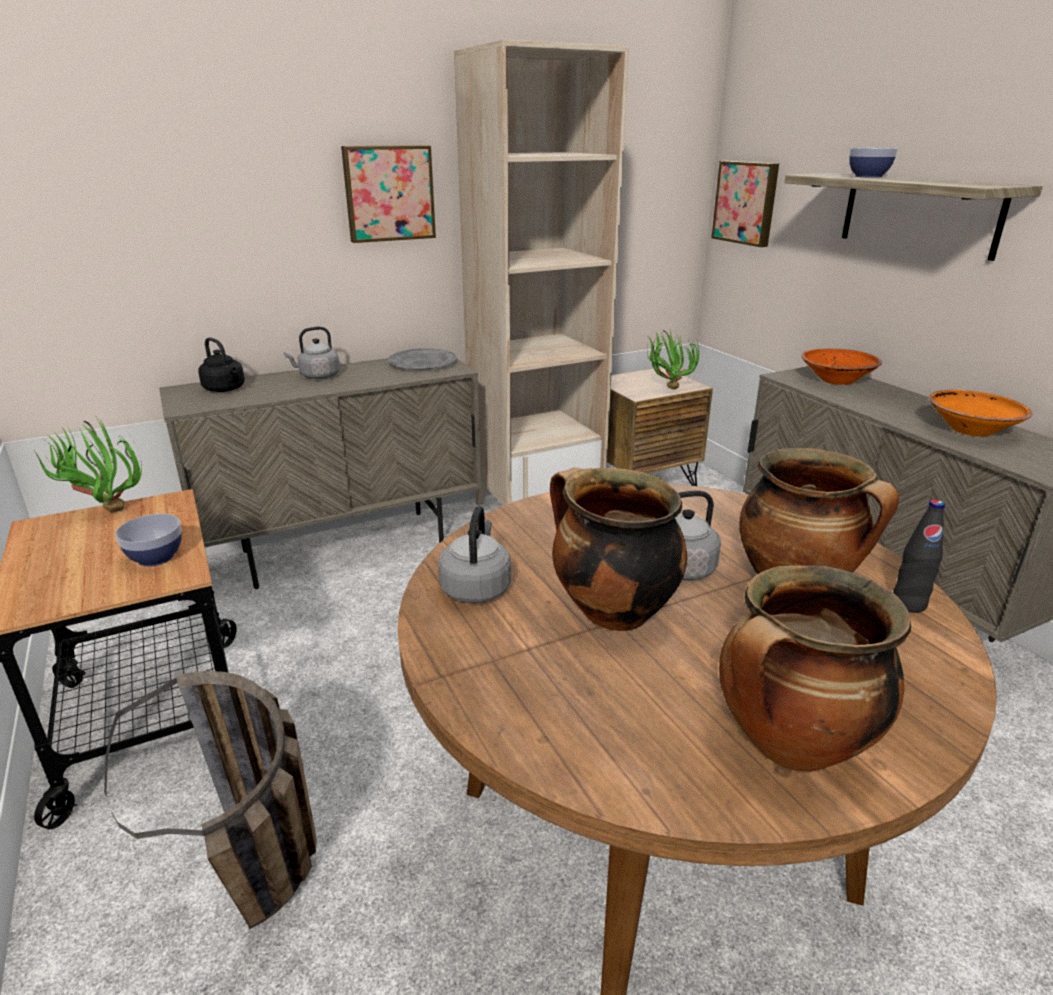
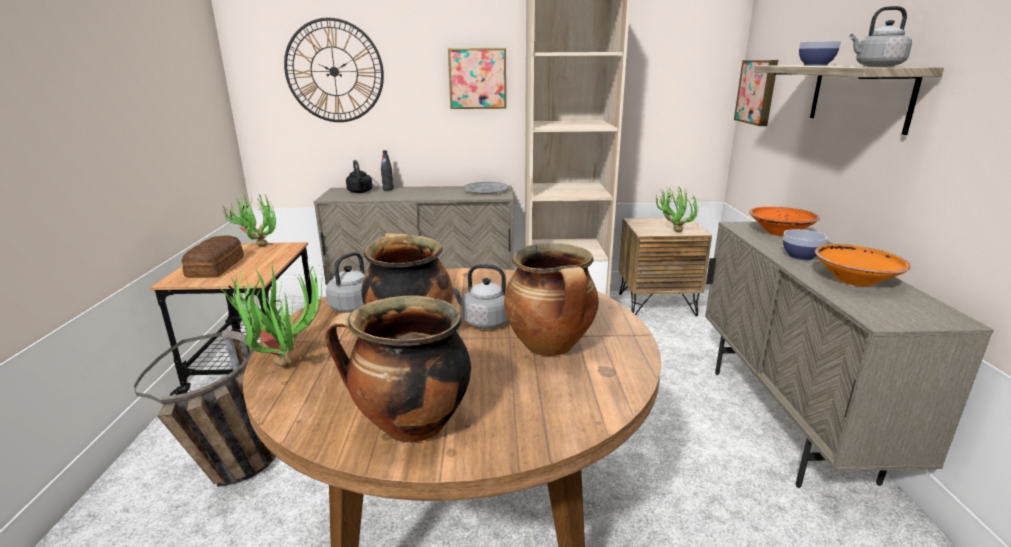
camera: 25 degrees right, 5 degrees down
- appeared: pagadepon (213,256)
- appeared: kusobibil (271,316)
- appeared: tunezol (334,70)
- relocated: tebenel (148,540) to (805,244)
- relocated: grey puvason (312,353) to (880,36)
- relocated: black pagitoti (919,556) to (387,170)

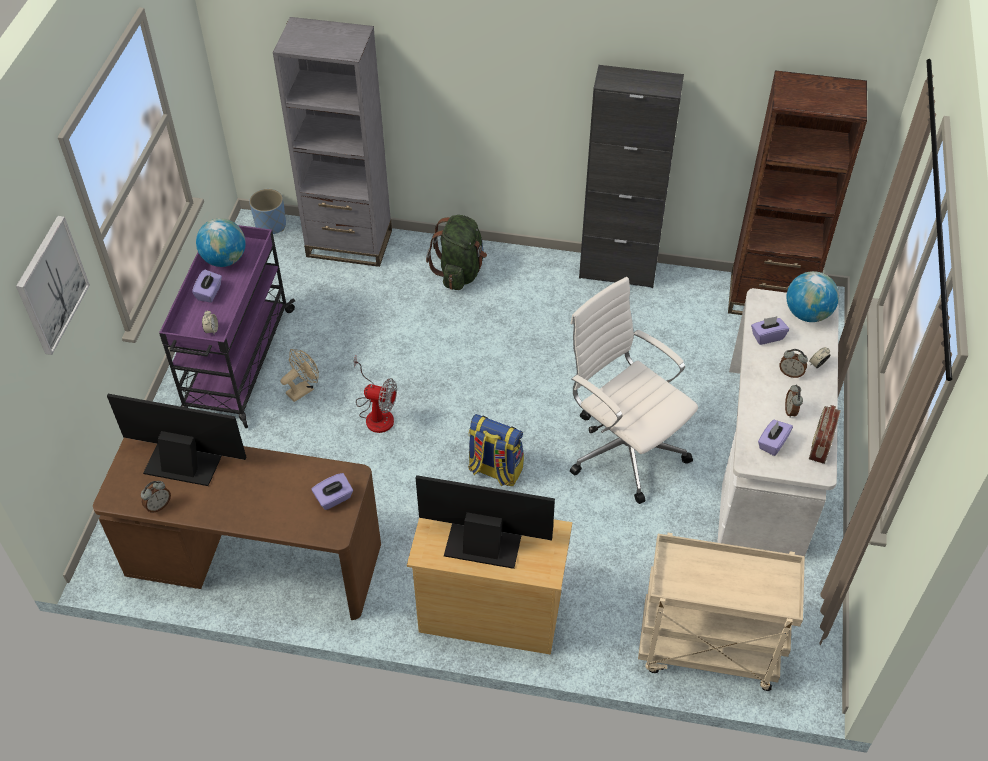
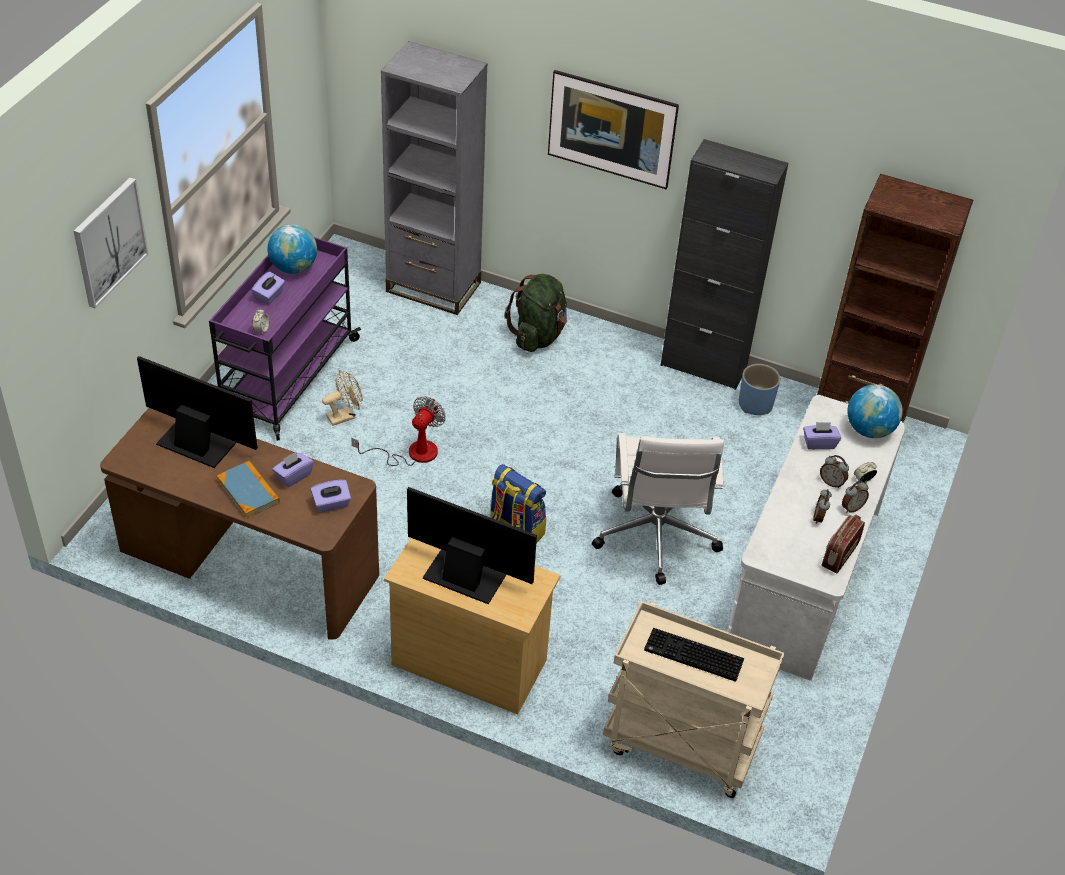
camera: 10 degrees right, 5 degrees down
- appeared: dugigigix (248,490)
- appeared: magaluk (613,129)
- appeared: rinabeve (694,655)
- relocated: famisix (156,497) to (855,496)
- relocated: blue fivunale (267,211) to (759,389)
- relocated: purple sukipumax (775,438) to (292,469)
- spun: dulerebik (375,394) = (398,431) 90 degrees counterclockwise
- spun: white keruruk (634,390) = (658,509) 150 degrees counterclockwise

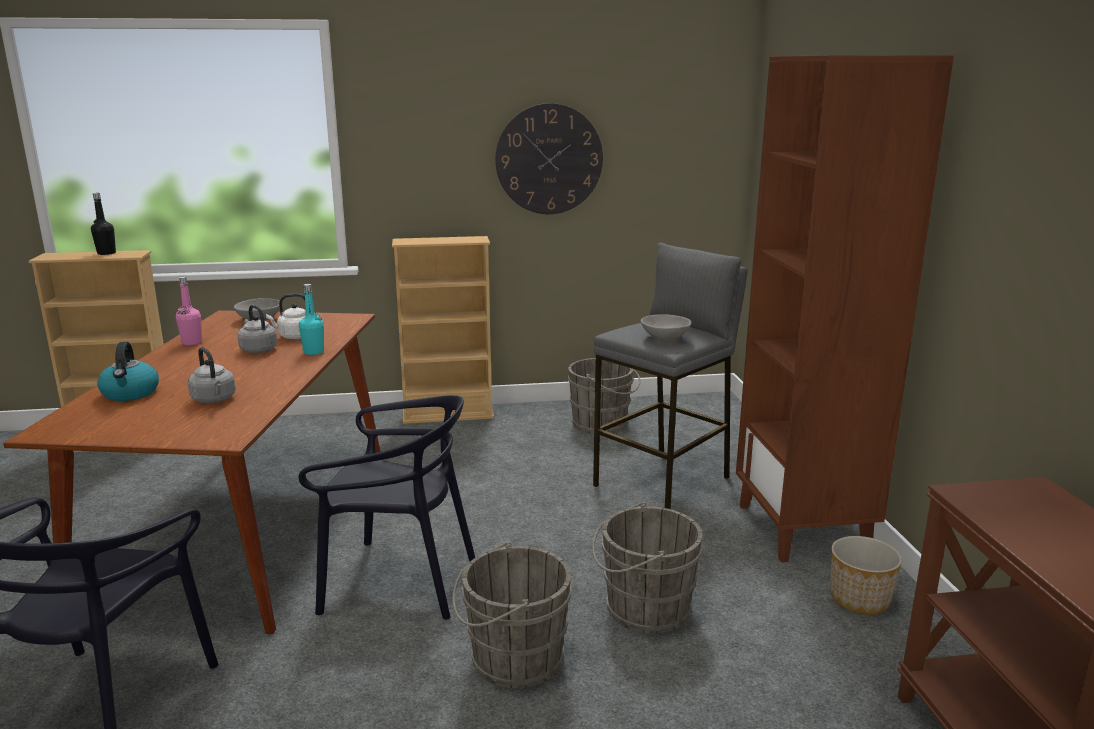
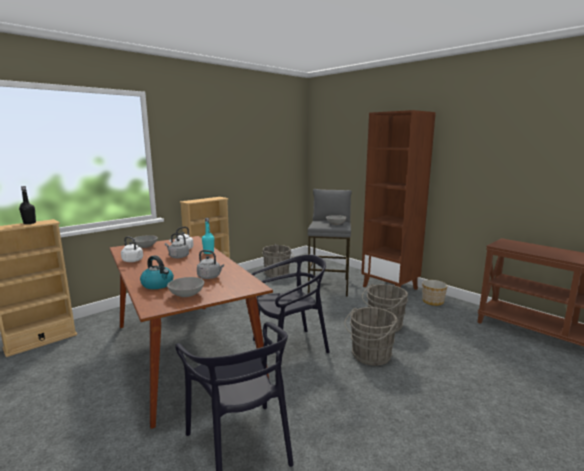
camera: 35 degrees left, 5 degrees down
- missing: tunezol (549,158)
- appeared: grey tebenel (185,287)
- exchanged: pink pagitoti (189,310) to white puvason (132,249)

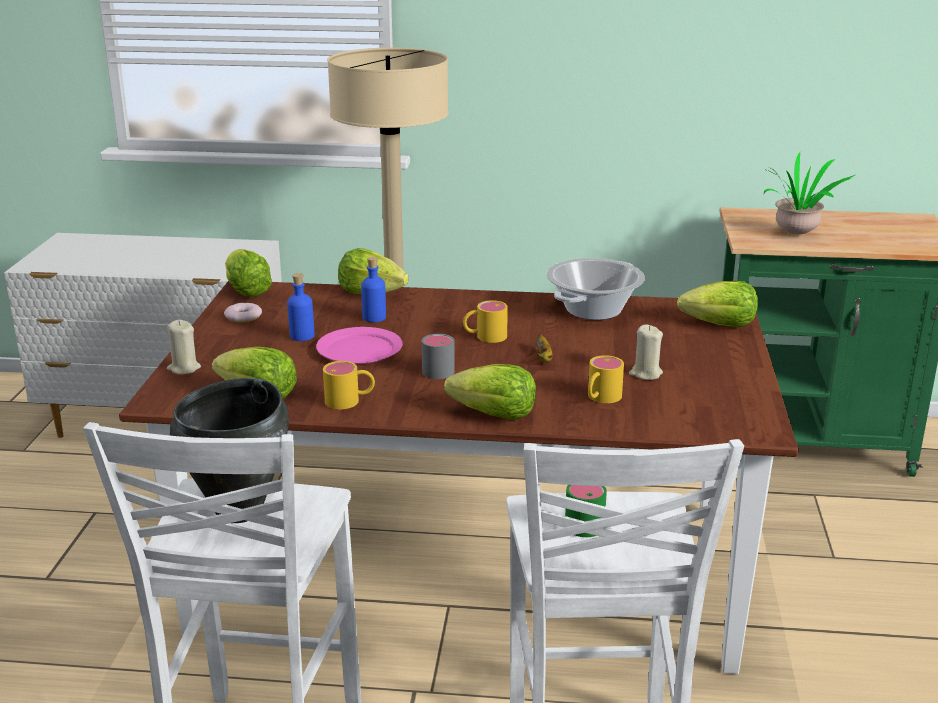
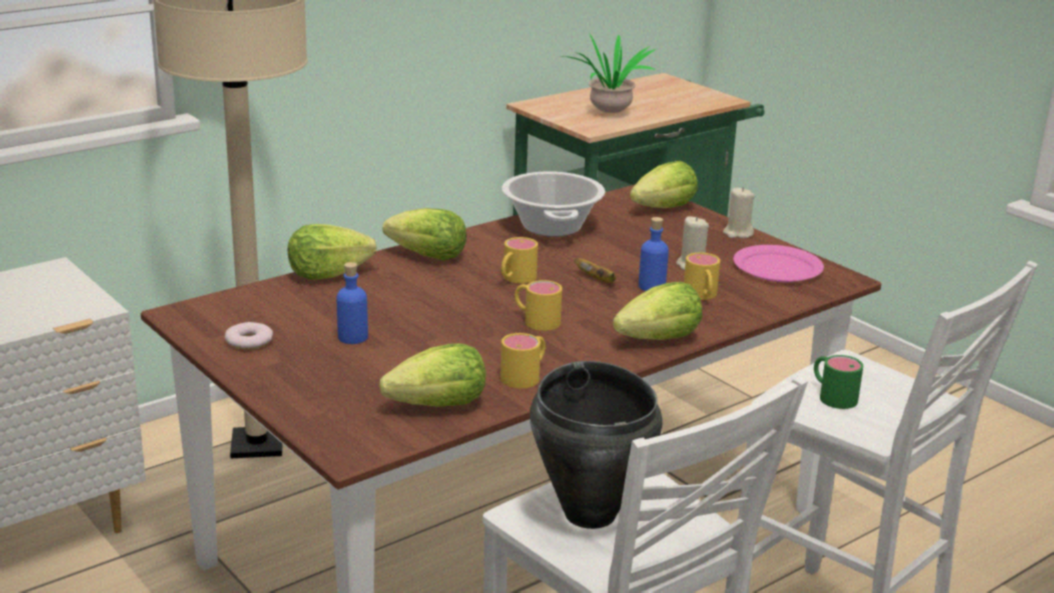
camera: 45 degrees left, 0 degrees up
- relocated: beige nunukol (184,347) to (738,212)
- relocated: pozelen (248,273) to (425,234)
- relocated: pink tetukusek (359,345) to (778,263)
- relocated: blue pagitoti (373,289) to (654,254)
- colour: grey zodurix (438,356) to yellow zodurix (538,305)

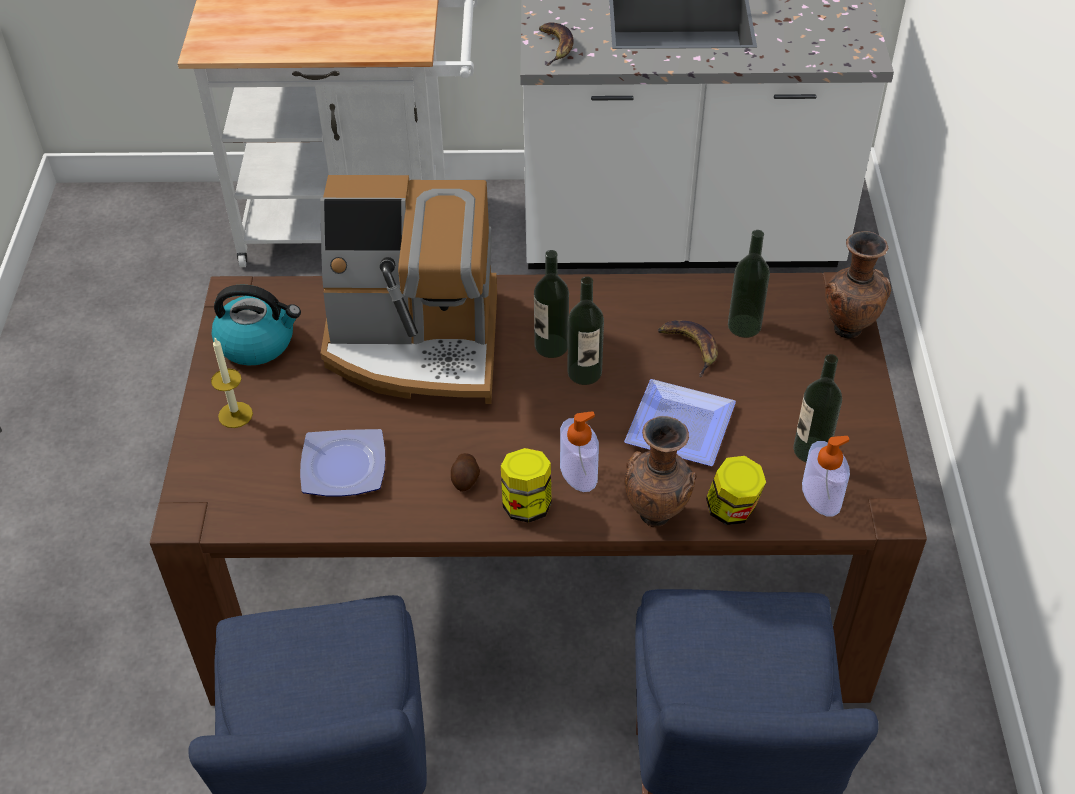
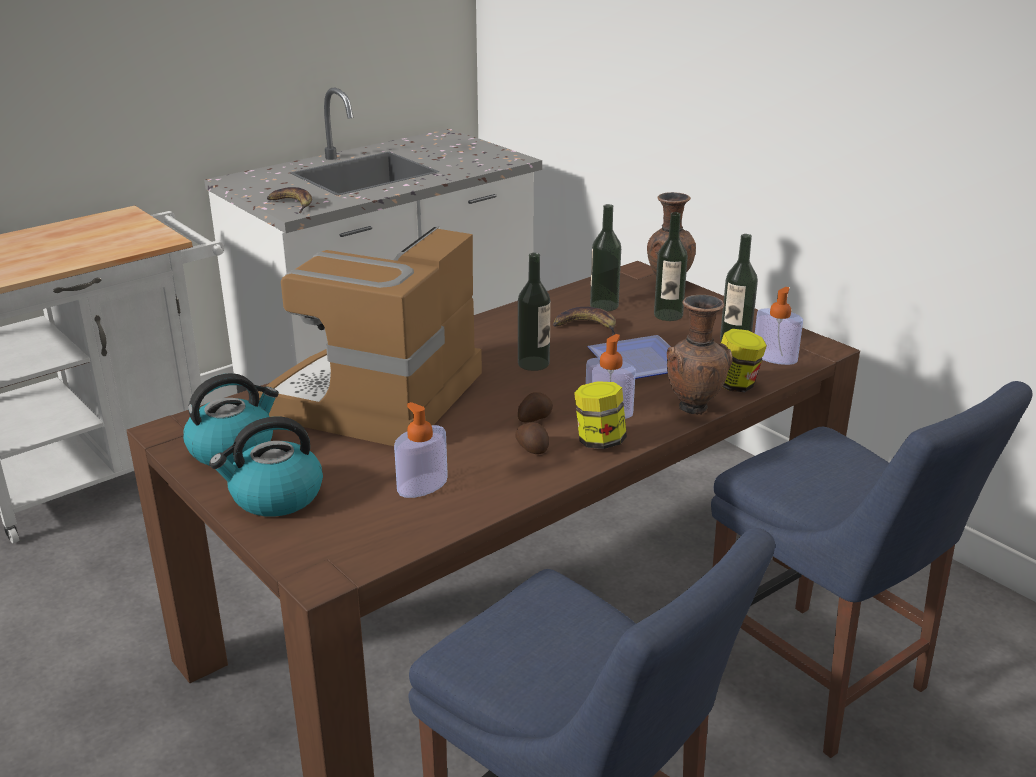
camera: 40 degrees left, 20 degrees down
- appeared: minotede (535,407)
- relocated: pagitoti (551,304) to (671,266)
- exchanged: nunukol (232,383) to puvason (266,466)
- exchanged: tetukusek (342,462) to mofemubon (421,450)
- spun: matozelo (408,289) = (370,336) 150 degrees clockwise

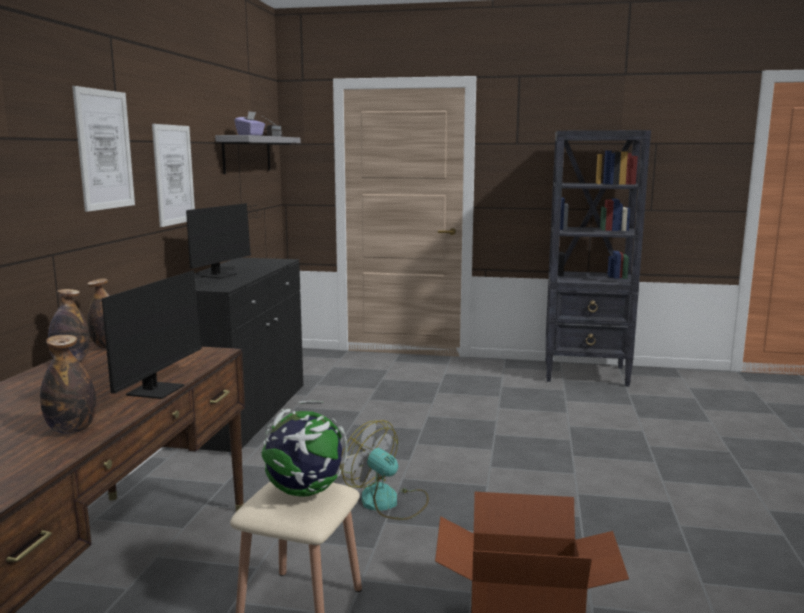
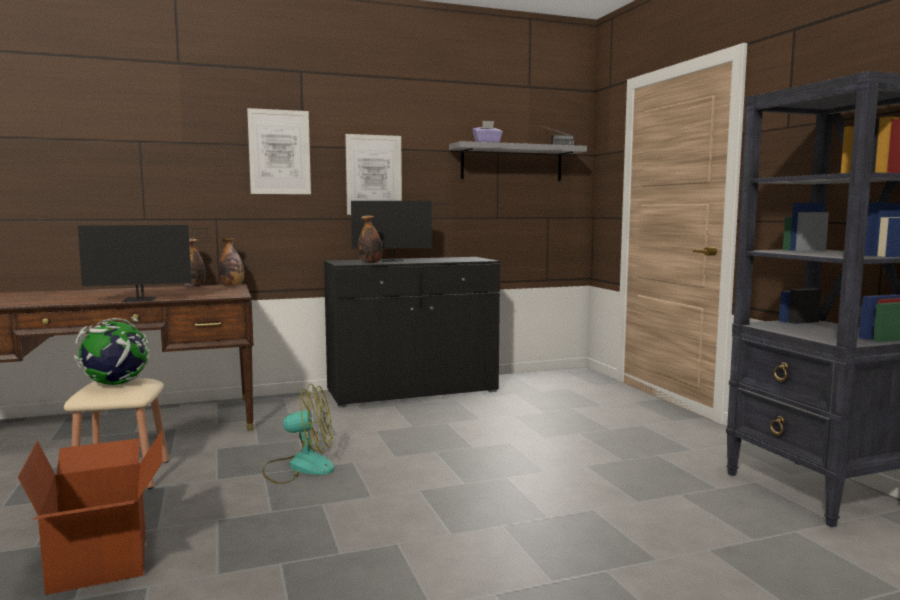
camera: 60 degrees right, 5 degrees down
- relocated: pagitoti (68,384) to (370,239)
- spun: dulerebik (384,470) = (298,434) 75 degrees clockwise

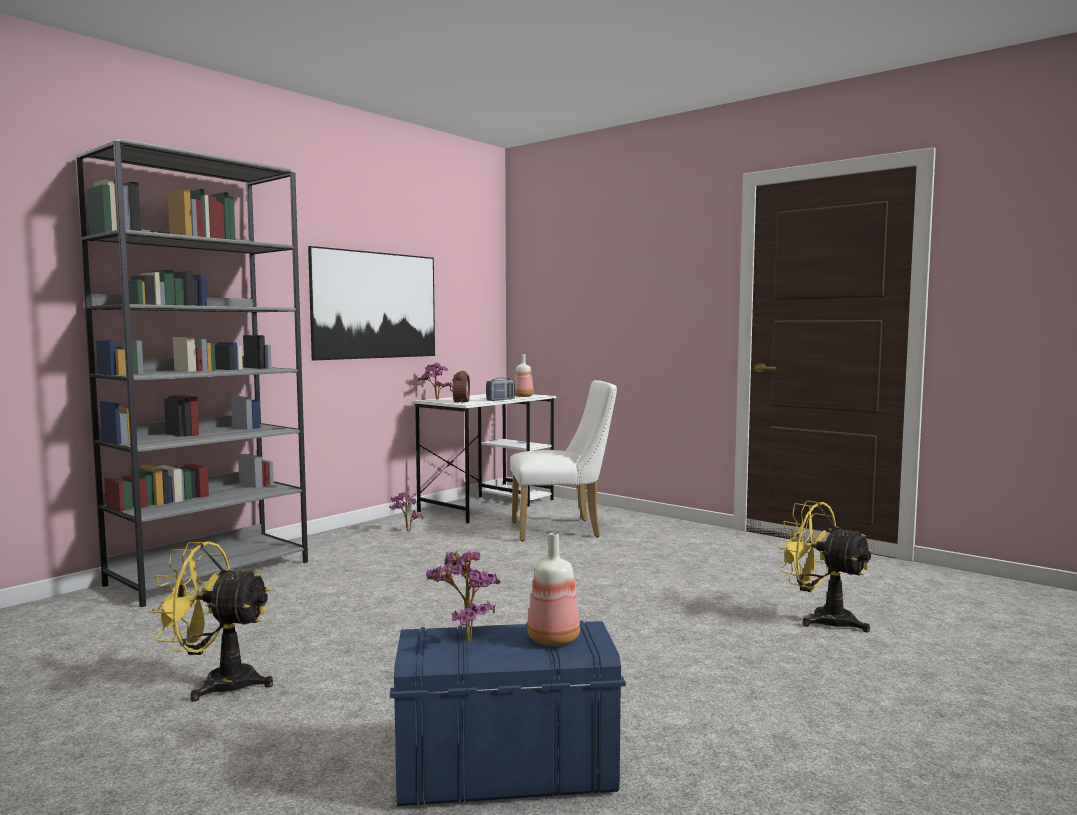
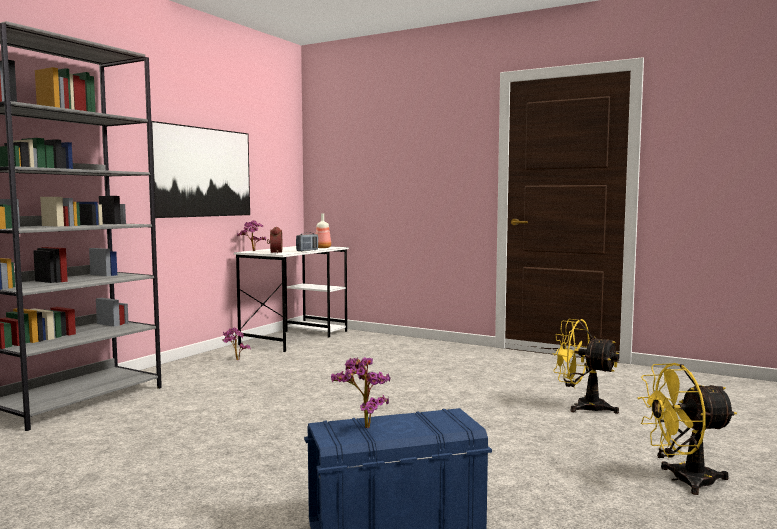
camera: 10 degrees left, 0 degrees up
- missing: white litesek (563,461)
- missing: pagitoti (553,589)
- relocated: yellow dulerebik (211,621) to (687,429)

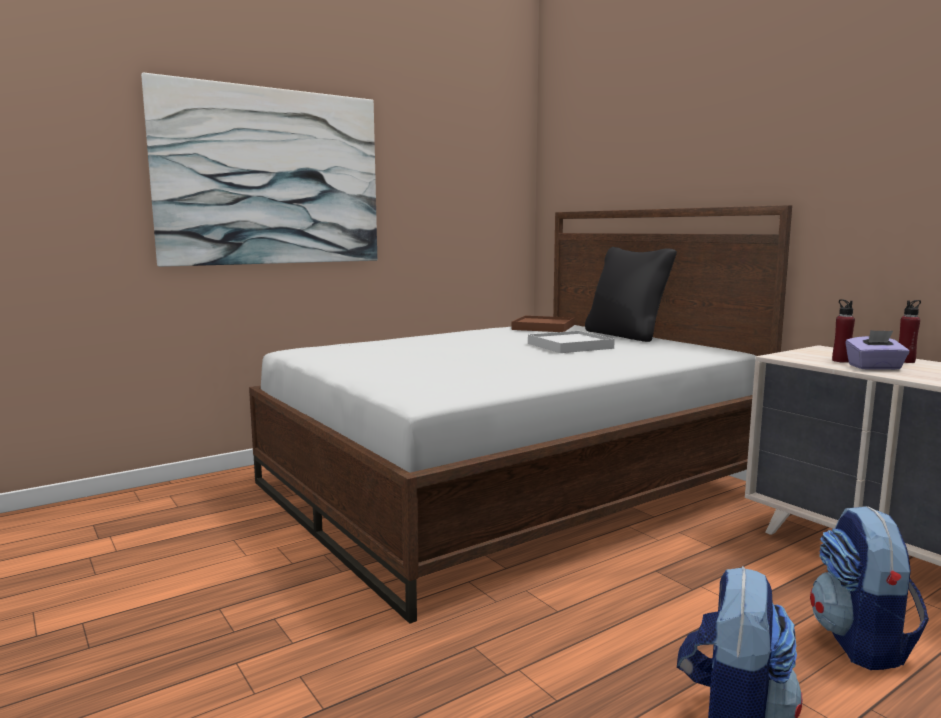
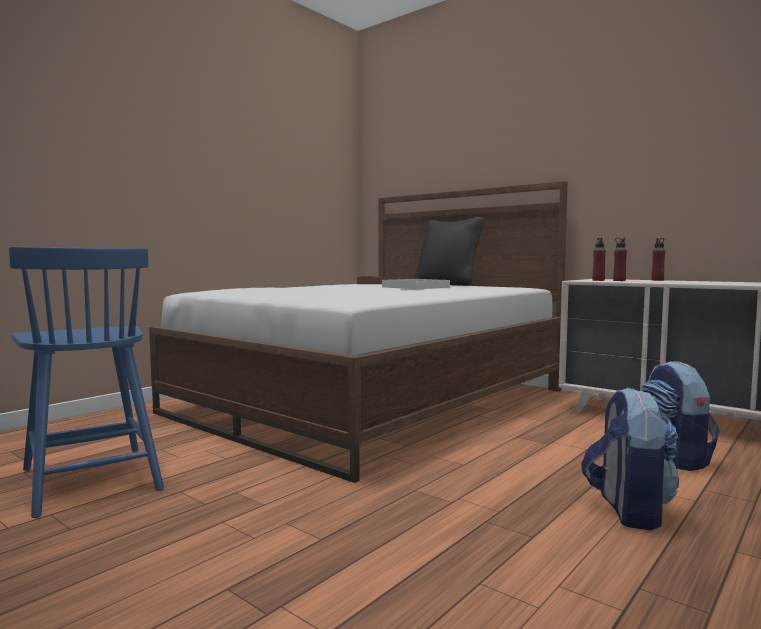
camera: 15 degrees left, 5 degrees down
- missing: magaluk (259,169)
- missing: purple sukipumax (877,350)
- appeared: blue litesek (86,382)
- appeared: red pagitoti (599,259)

